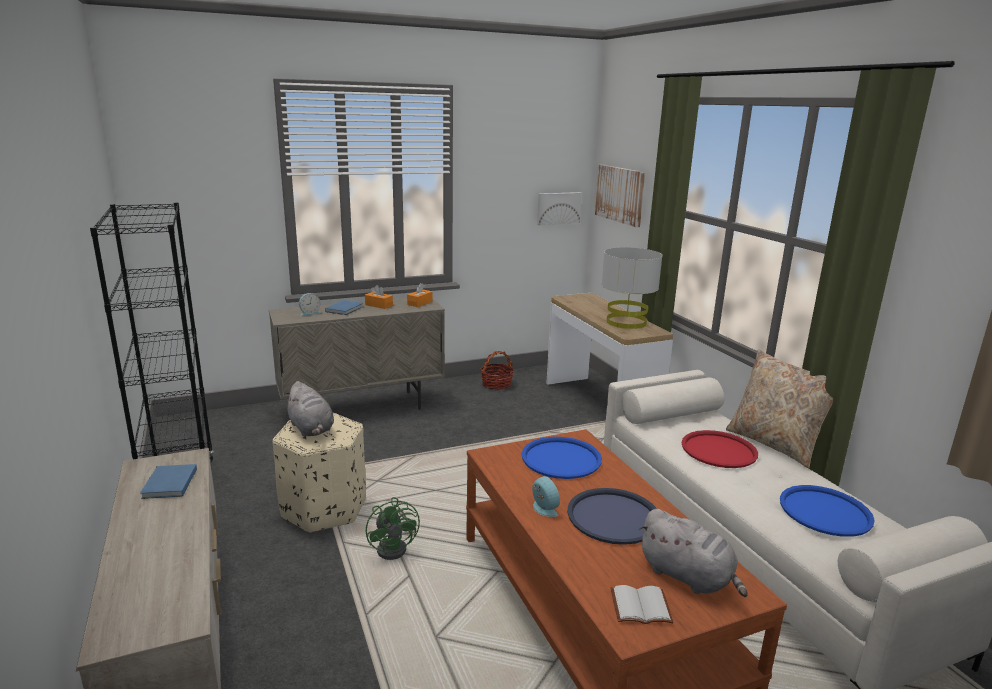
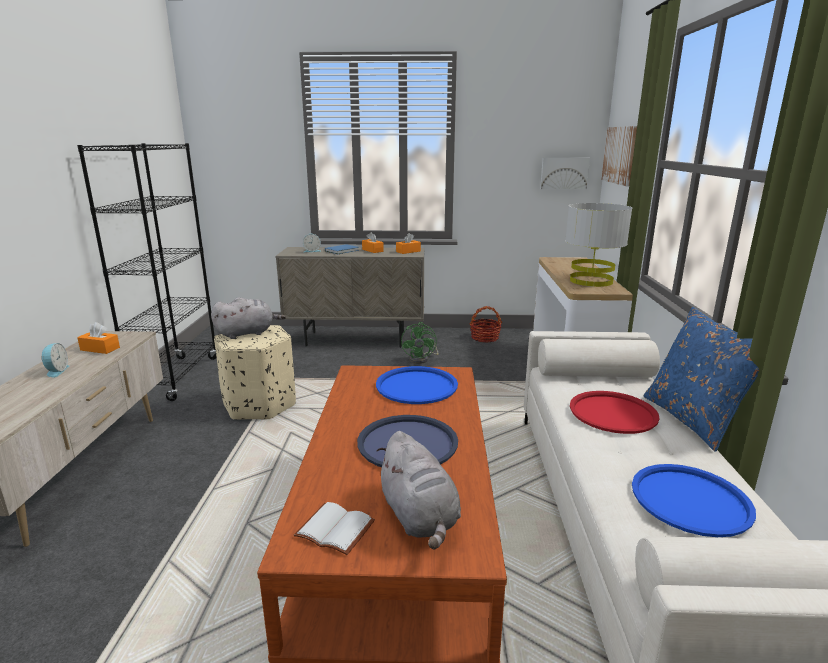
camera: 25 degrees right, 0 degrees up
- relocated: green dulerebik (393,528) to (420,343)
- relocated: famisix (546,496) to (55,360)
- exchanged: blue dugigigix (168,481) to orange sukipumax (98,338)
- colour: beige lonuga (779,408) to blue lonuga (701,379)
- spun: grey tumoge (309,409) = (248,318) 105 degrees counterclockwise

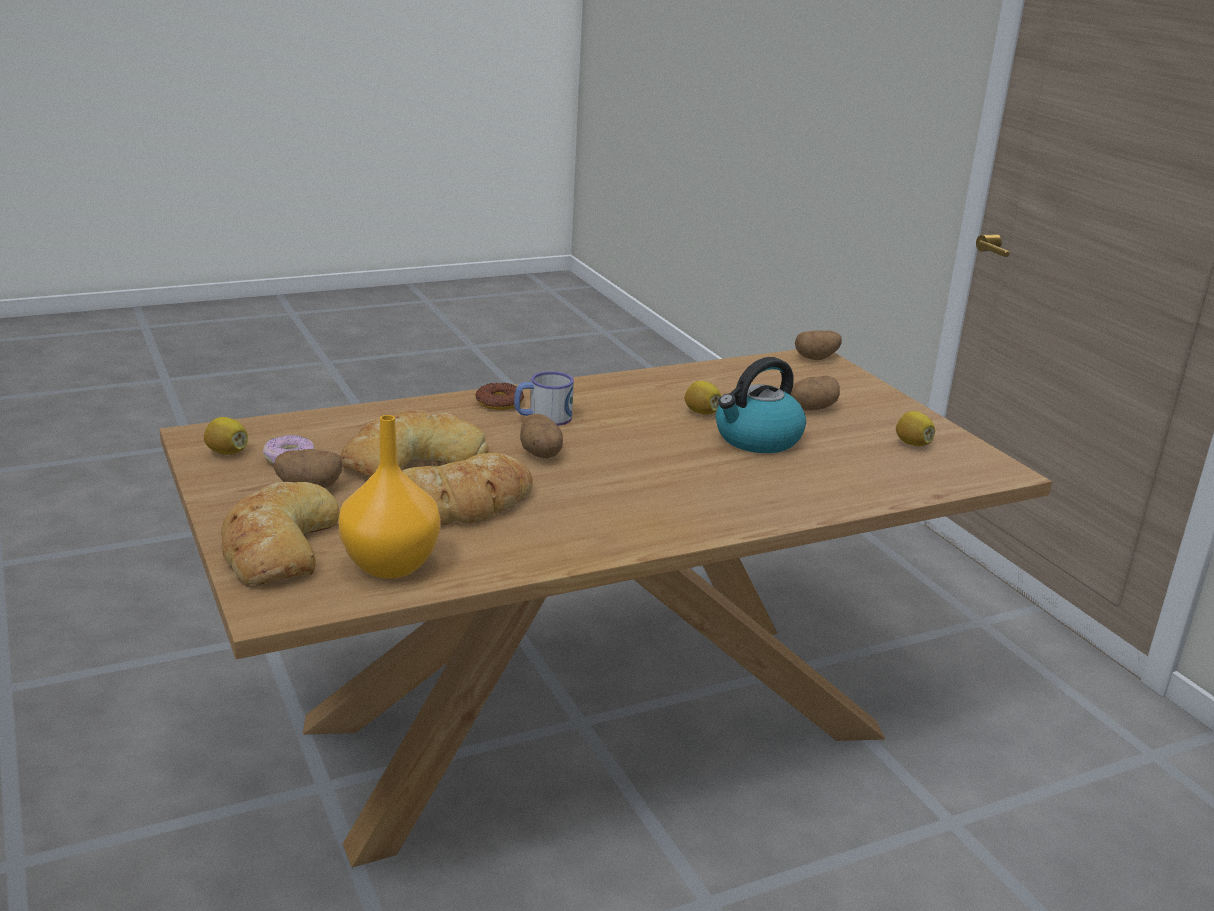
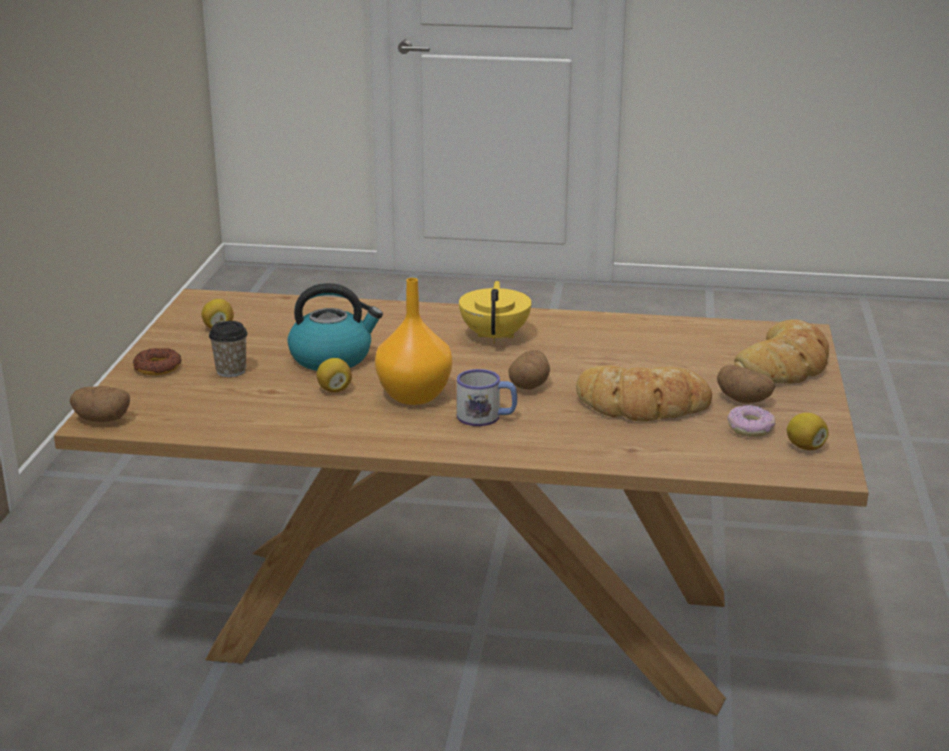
camera: 145 degrees left, 0 degrees up
- missing: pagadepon (467,489)
- appeared: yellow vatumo (495,312)
- relocated: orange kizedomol (389,497) to (413,341)
- relocated: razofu (499,396) to (157,361)
- exchanged: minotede (815,393) to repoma (228,349)

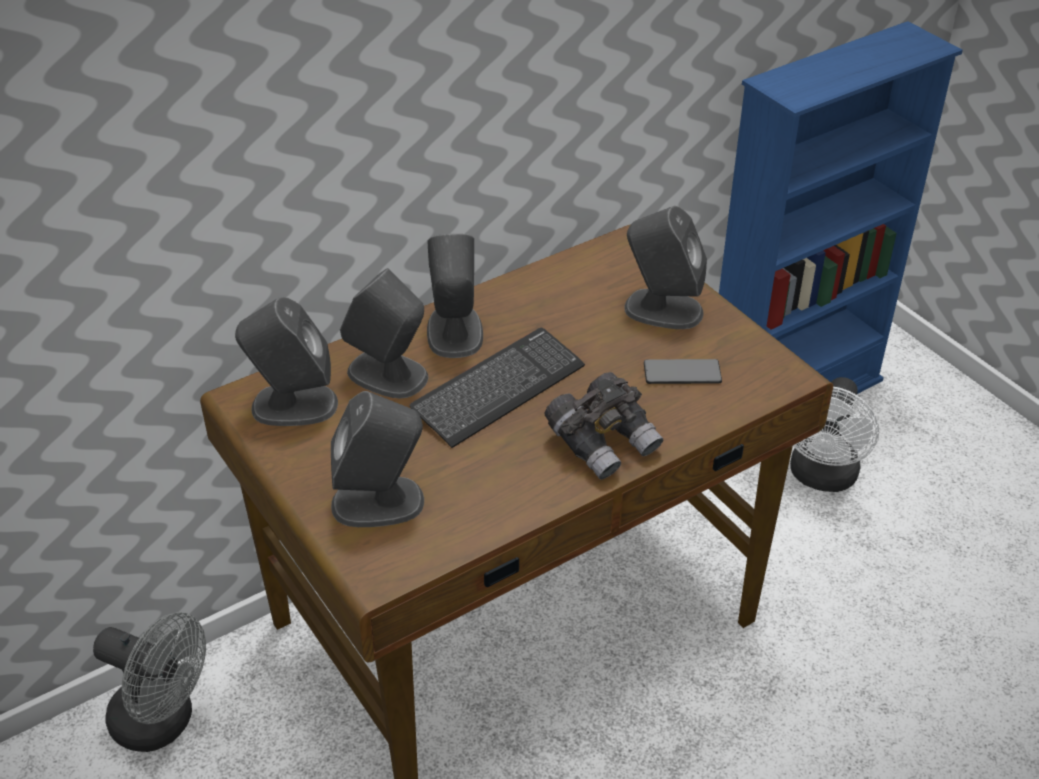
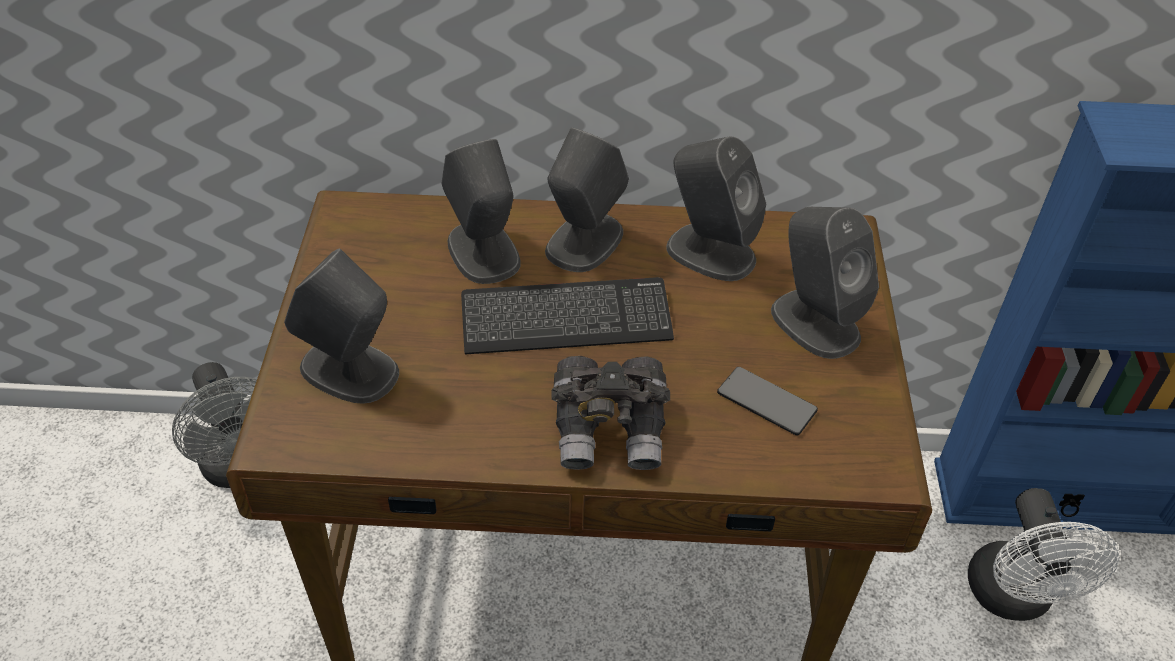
camera: 35 degrees right, 5 degrees up
- relocated: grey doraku (286,361) to (716,208)
- spun: white dulerebik (834,434) = (1043,554) 60 degrees counterclockwise

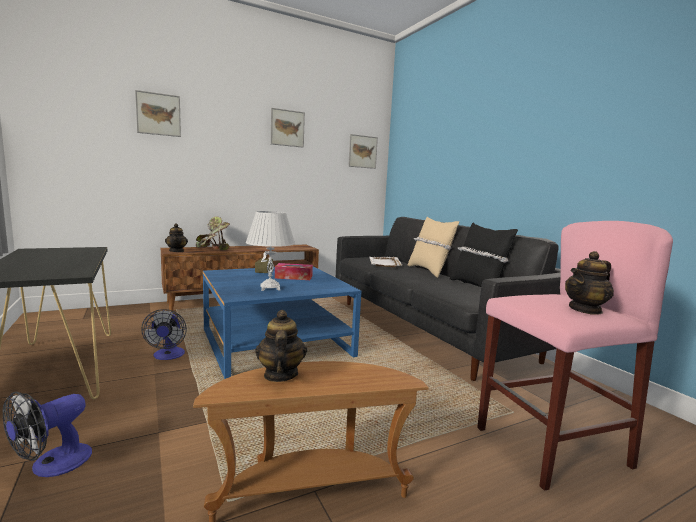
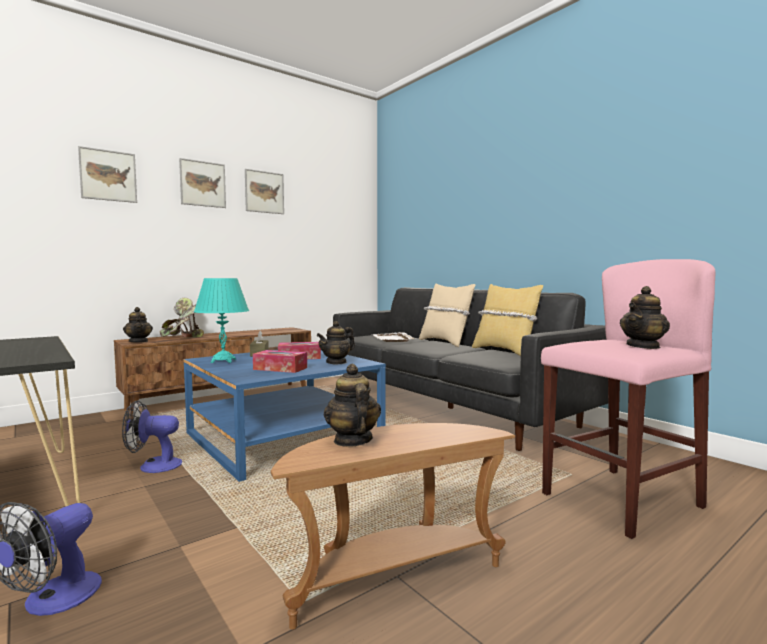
camera: 10 degrees left, 5 degrees down
- appeared: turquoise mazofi (221,320)
- appeared: vatumo (336,343)
- relocated: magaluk (363,151) to (202,183)
- exchanged: white mazofi (270,251) to sukipumax (280,361)
- colour: black lonuga (484,255) to yellow lonuga (507,320)
- spun: dulerebik (164,334) = (152,436) 105 degrees clockwise

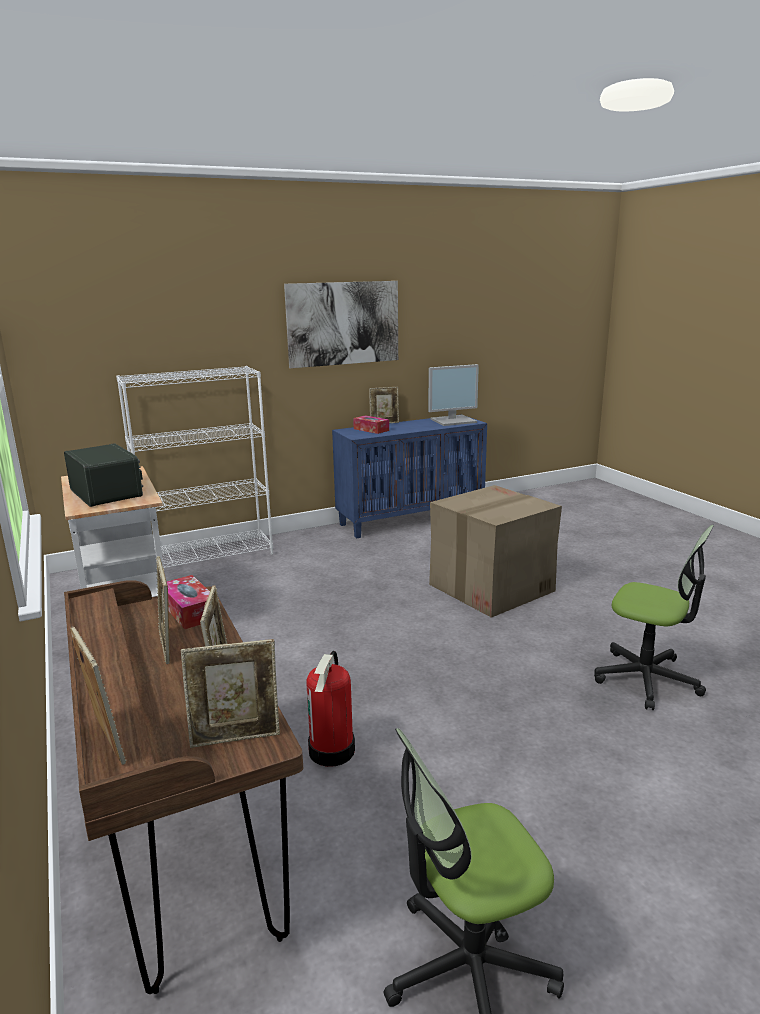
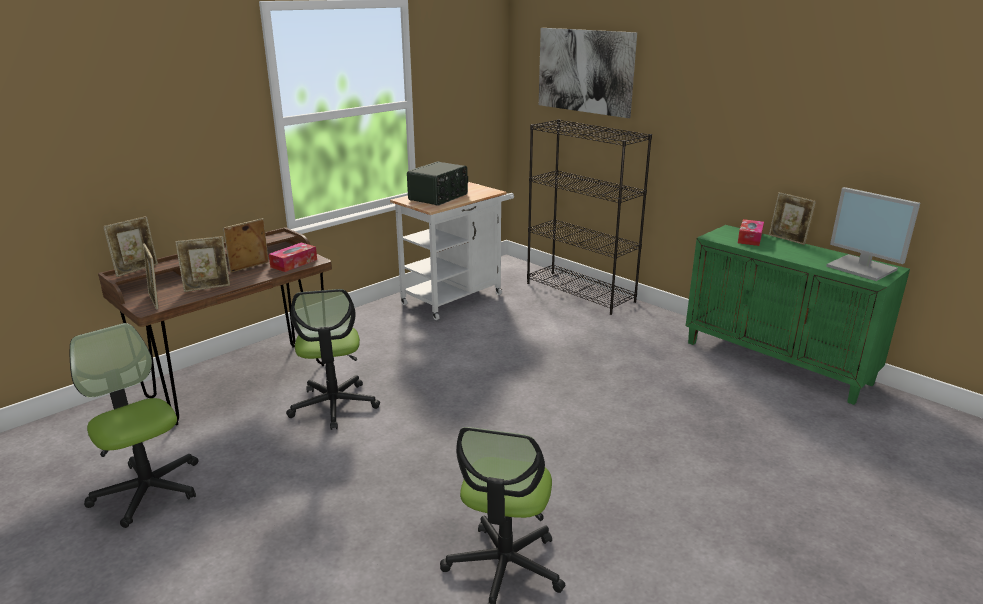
camera: 70 degrees right, 5 degrees up
- missing: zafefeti (495,551)
- relocated: magaluk (341,324) to (588,73)
- exchanged: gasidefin (330,709) to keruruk (333,359)
- colour: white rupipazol (194,467) to black rupipazol (589,217)
- colour: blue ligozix (409,477) to green ligozix (798,315)

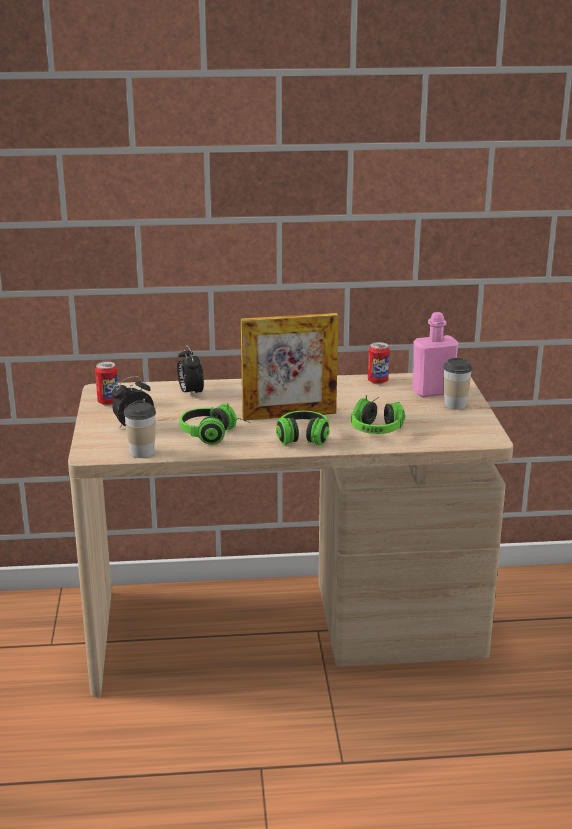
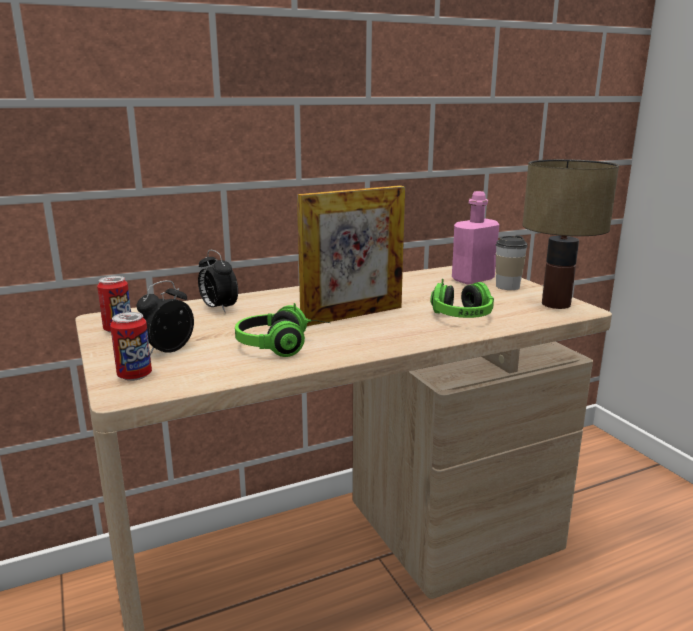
camera: 20 degrees left, 5 degrees down
- missing: repoma (140,429)
- missing: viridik (303,428)
- appeared: mazofi (570,234)
- relocated: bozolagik (379,363) to (131,346)

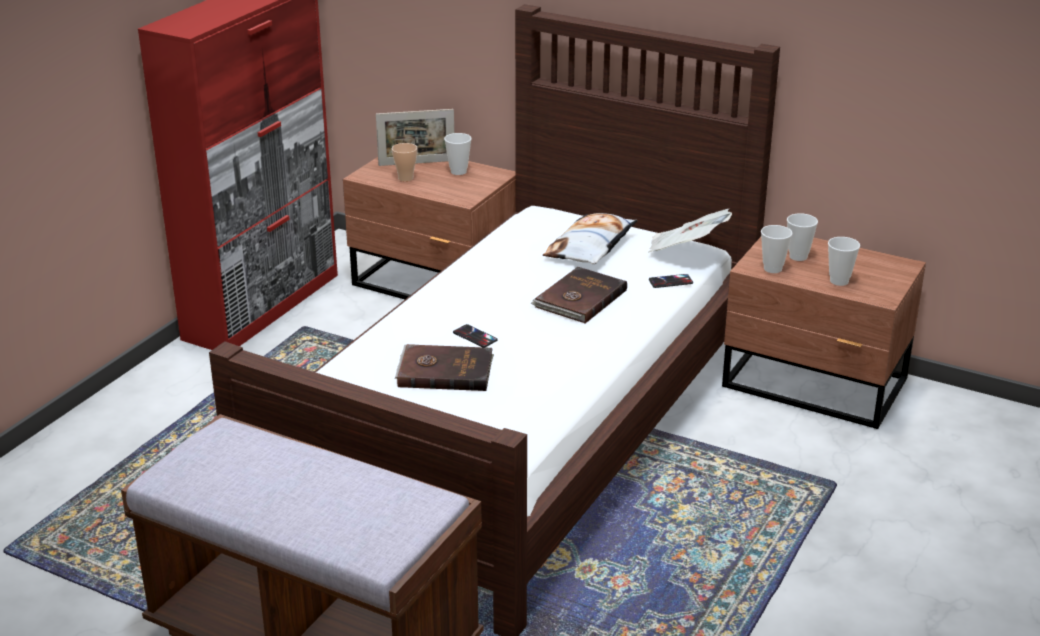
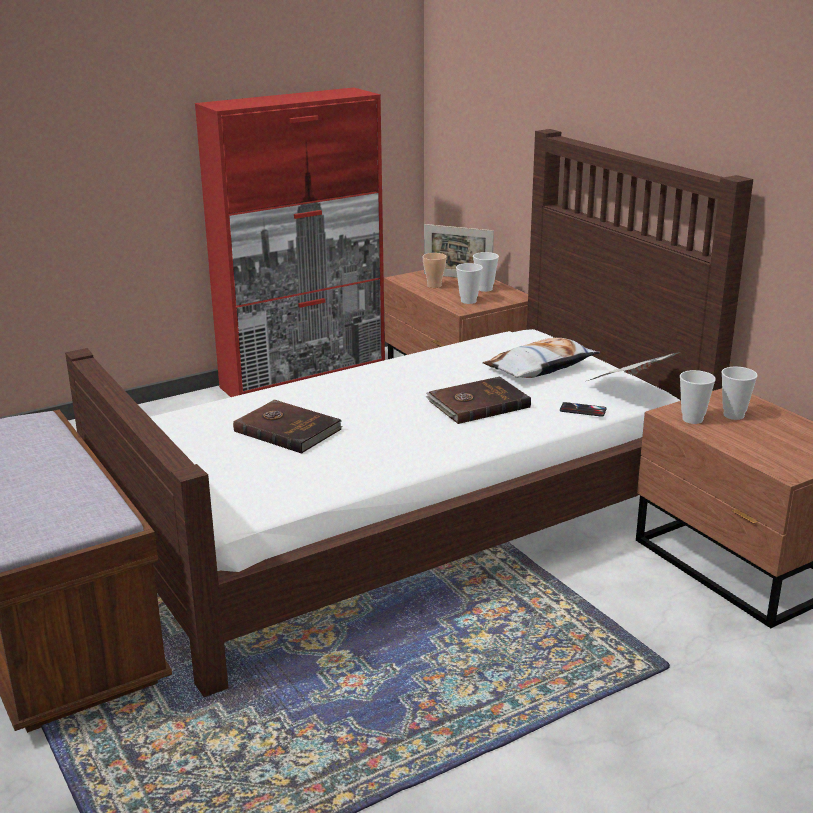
camera: 30 degrees right, 5 degrees down
- missing: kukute (475,336)
- relocated: repoma (844,261) to (469,283)

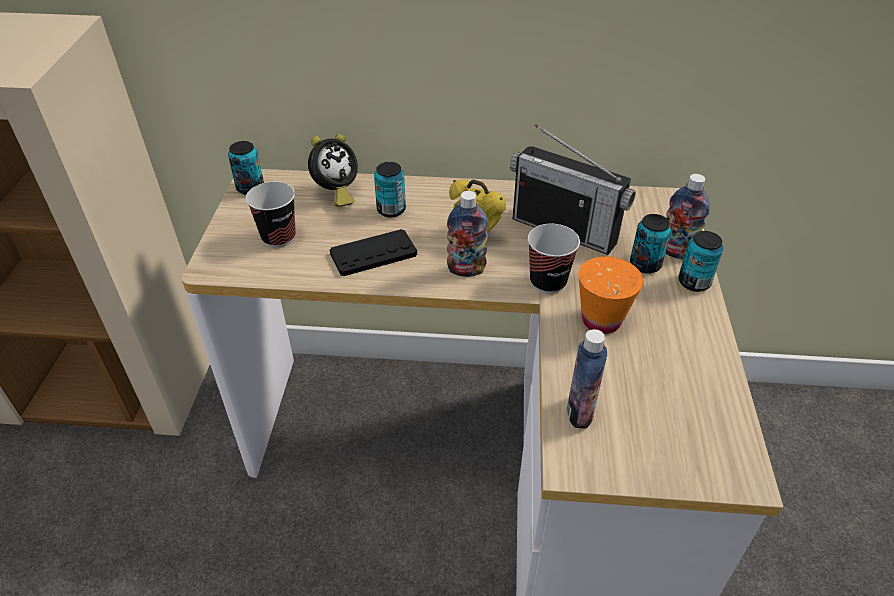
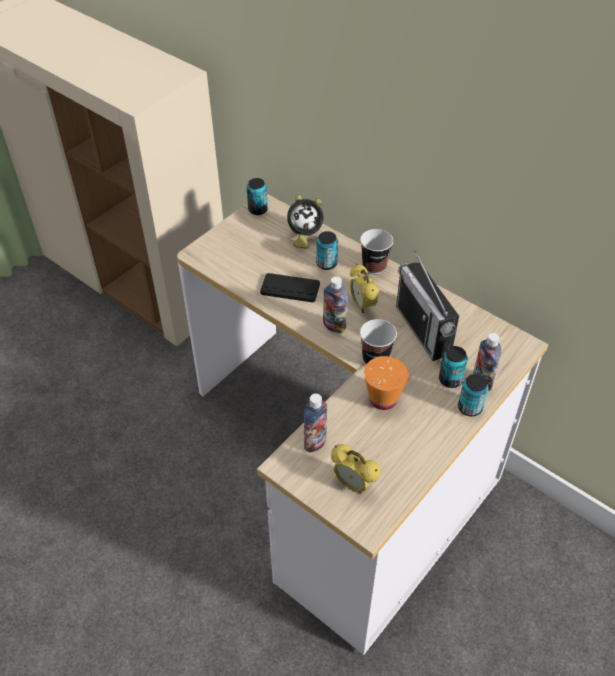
camera: 35 degrees right, 5 degrees up
- appeared: famisix (356,469)
- relocated: repoma (271,215) to (376,251)

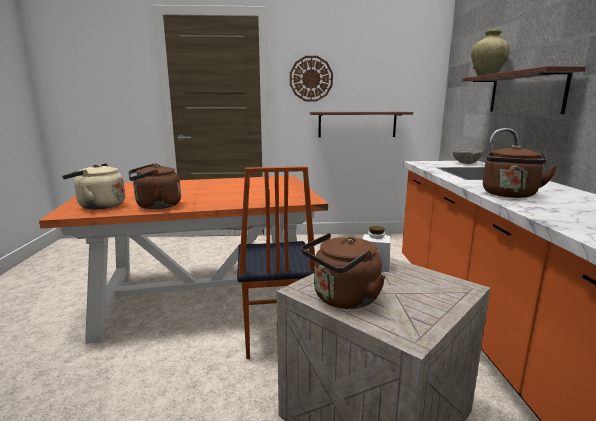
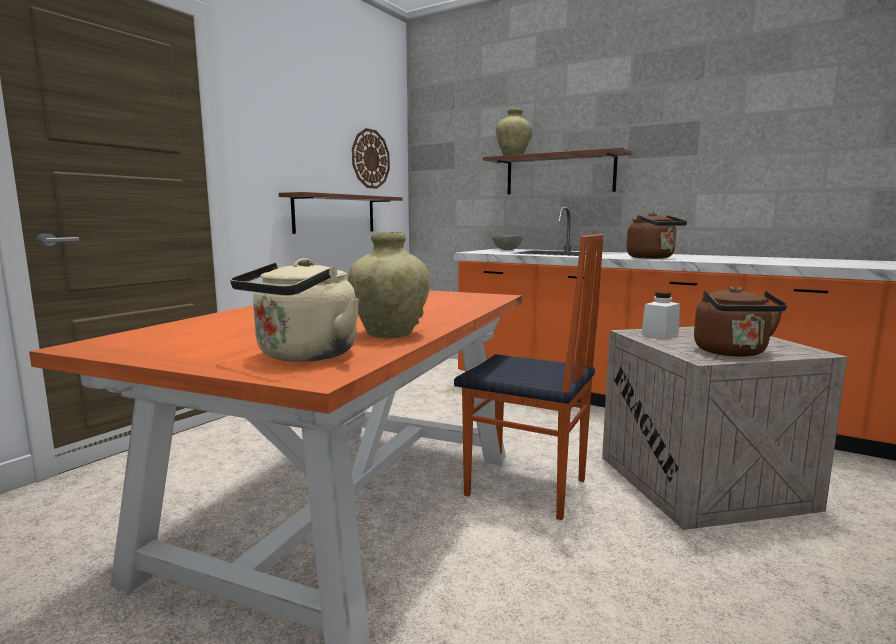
camera: 55 degrees left, 5 degrees down
- relocated: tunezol (311,79) to (371,158)
- exchanged: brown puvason (155,186) to beige kizedomol (389,285)

